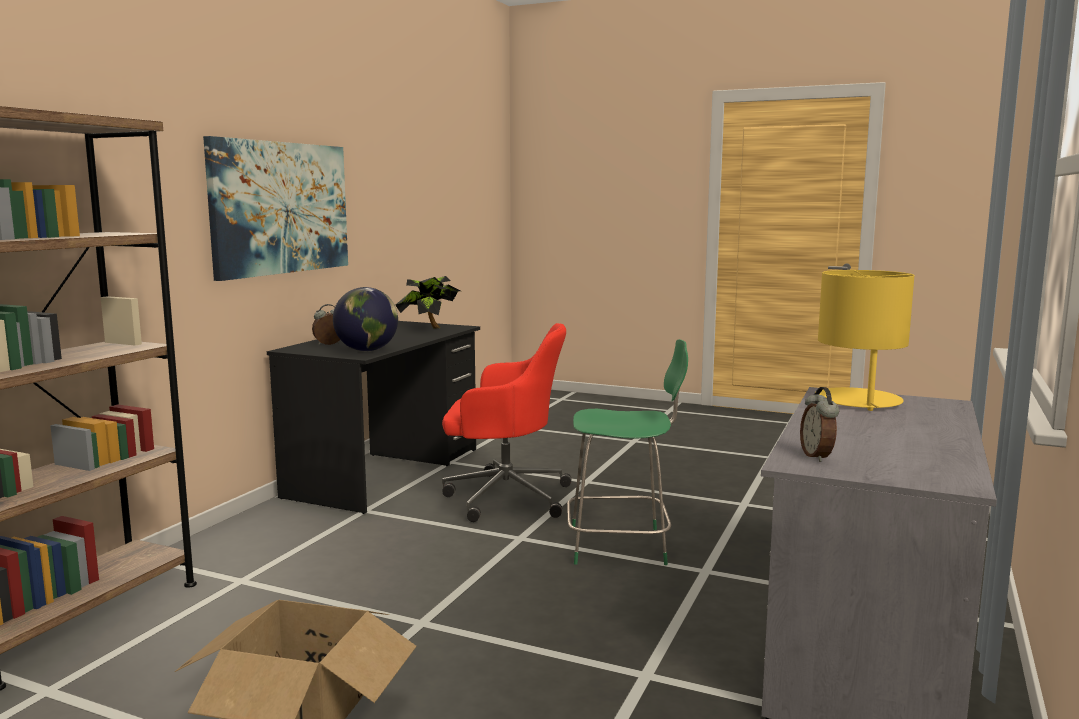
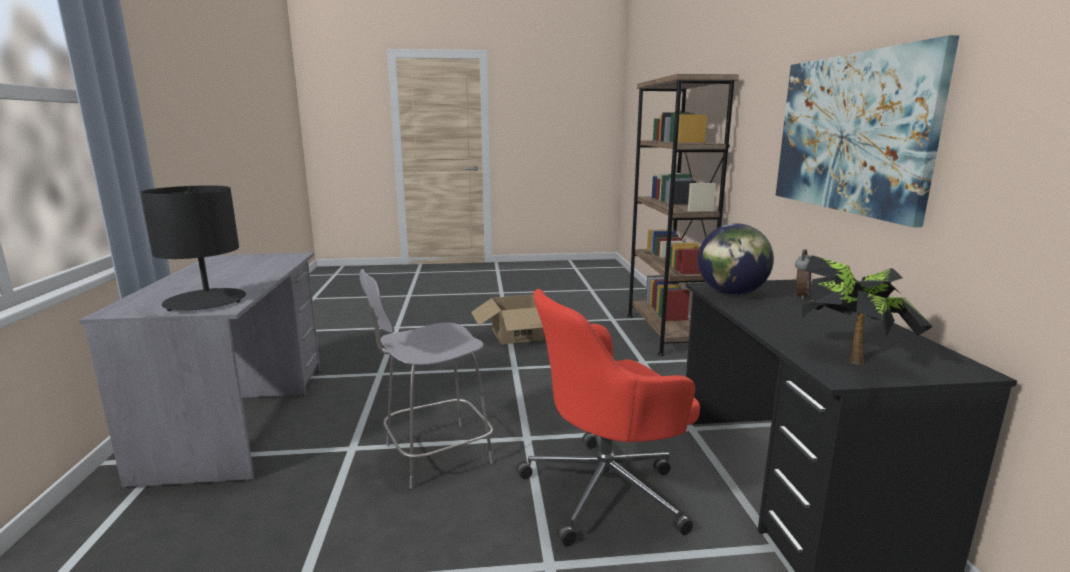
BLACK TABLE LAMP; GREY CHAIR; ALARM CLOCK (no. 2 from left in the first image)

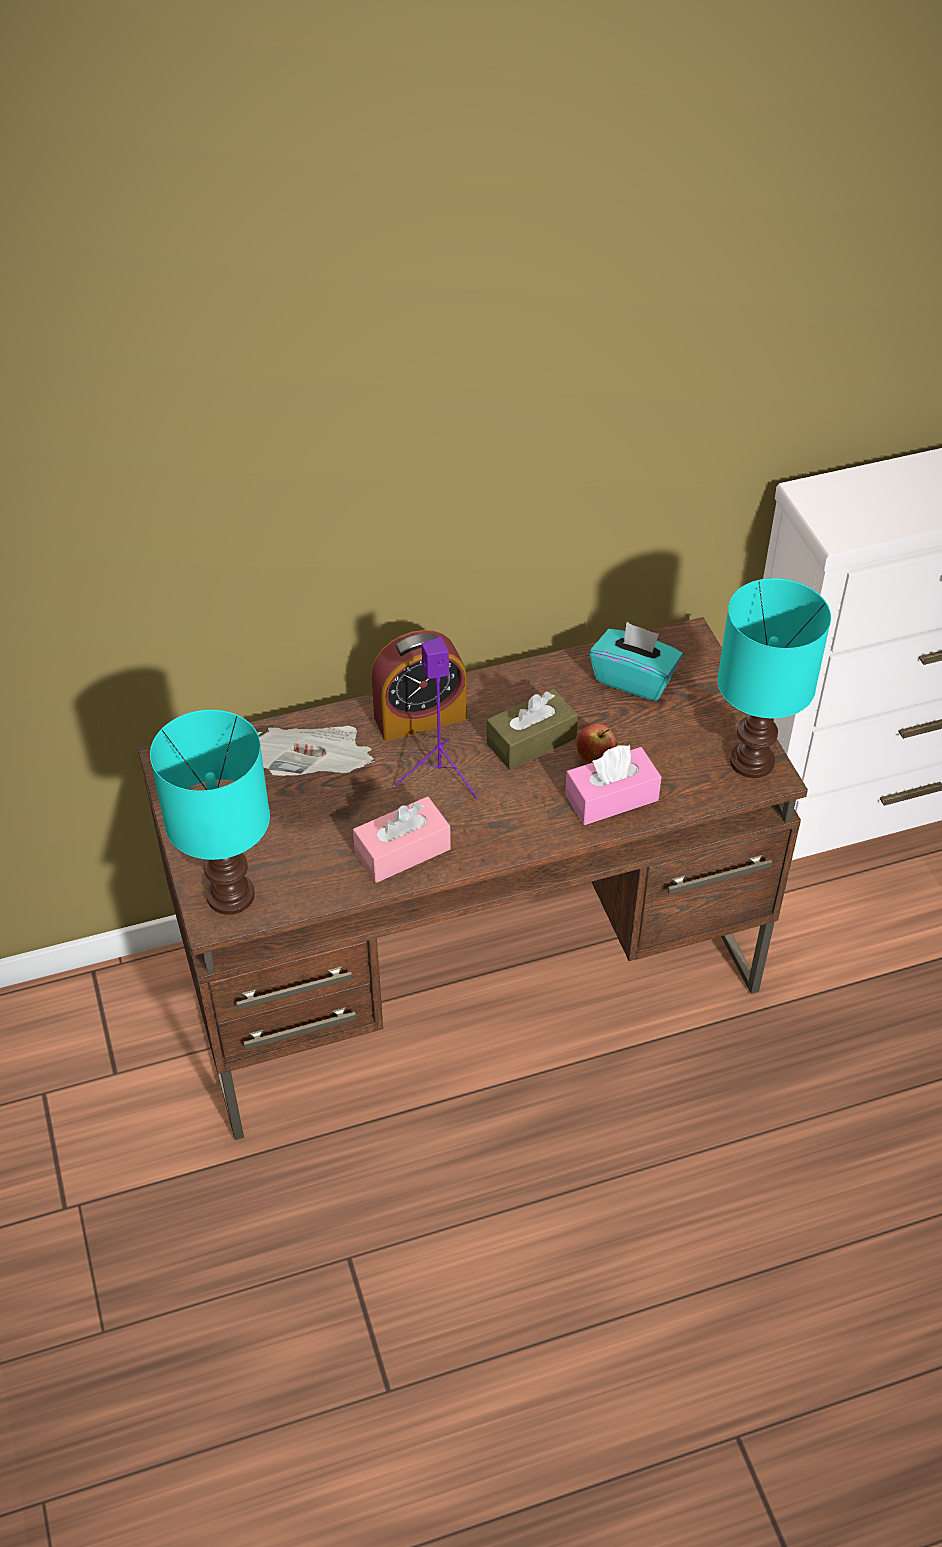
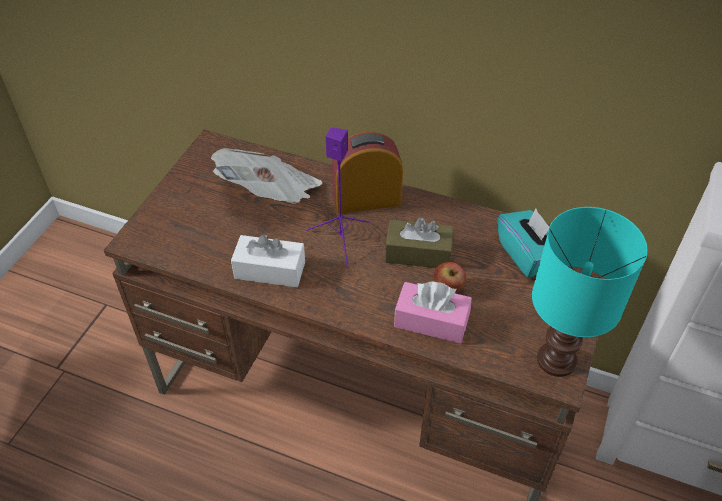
ALARM CLOCK; TURQUOISE TABLE LAMP (no. 1 from left in the first image); WHITE TISSUE BOX

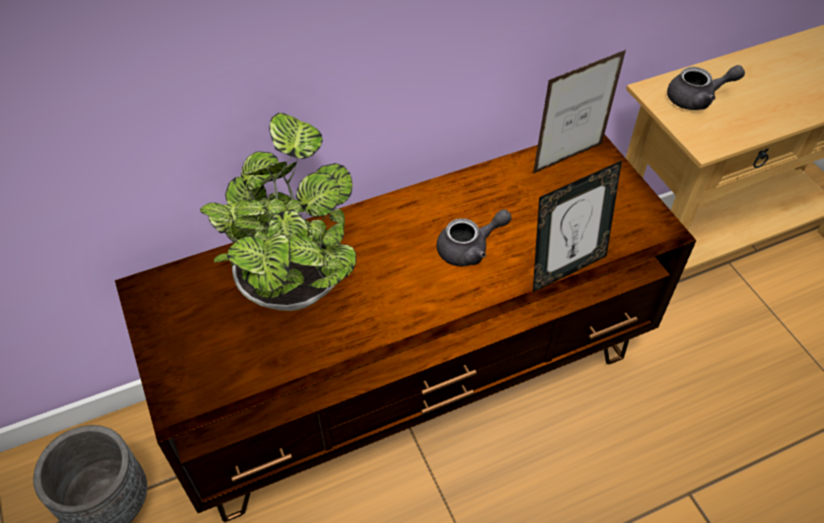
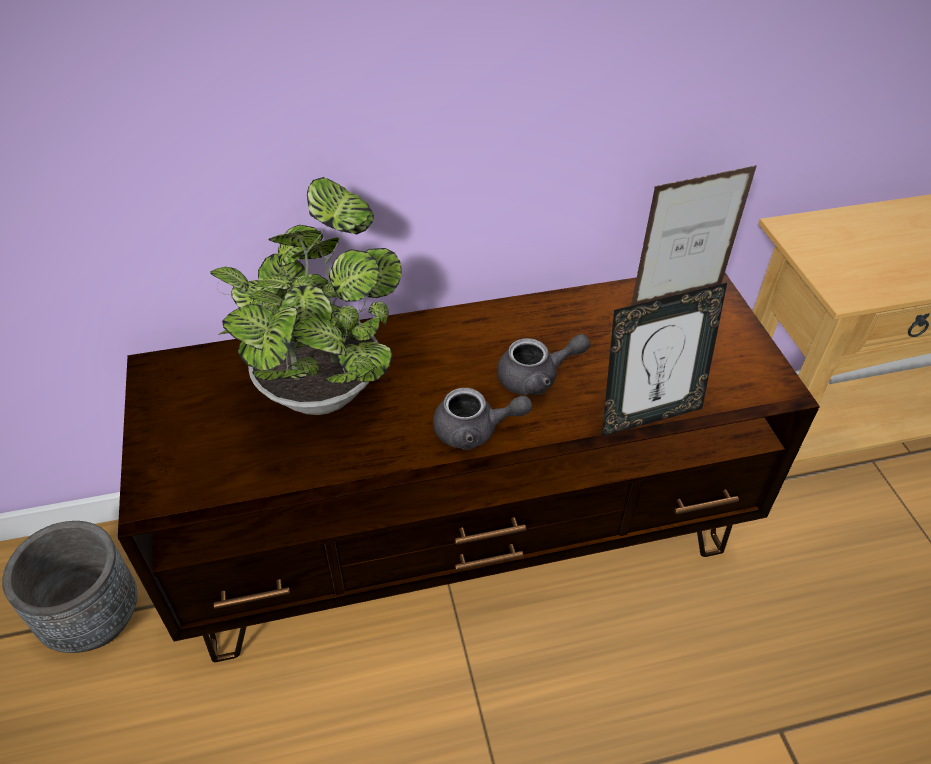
GREY TEAPOT (no. 1 from left)

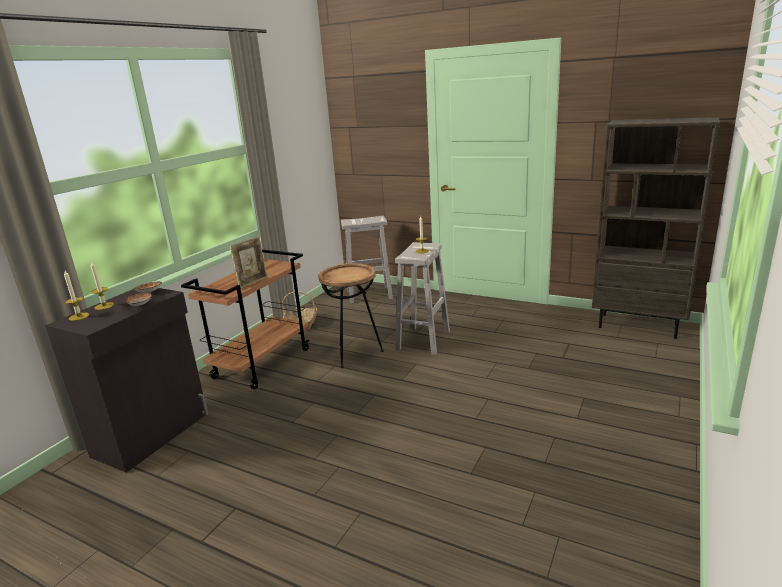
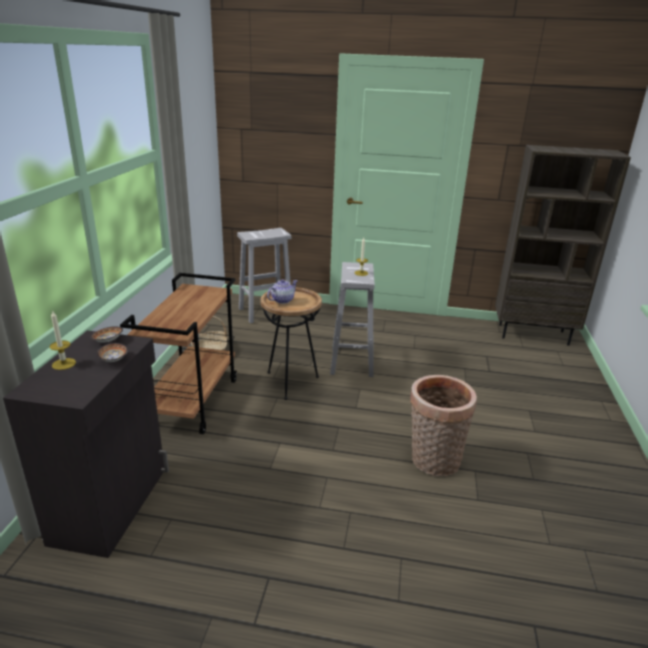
PICTURE FRAME; CANDLE (no. 1 from left in the first image); TEAPOT; BASKET (no. 2 from left)

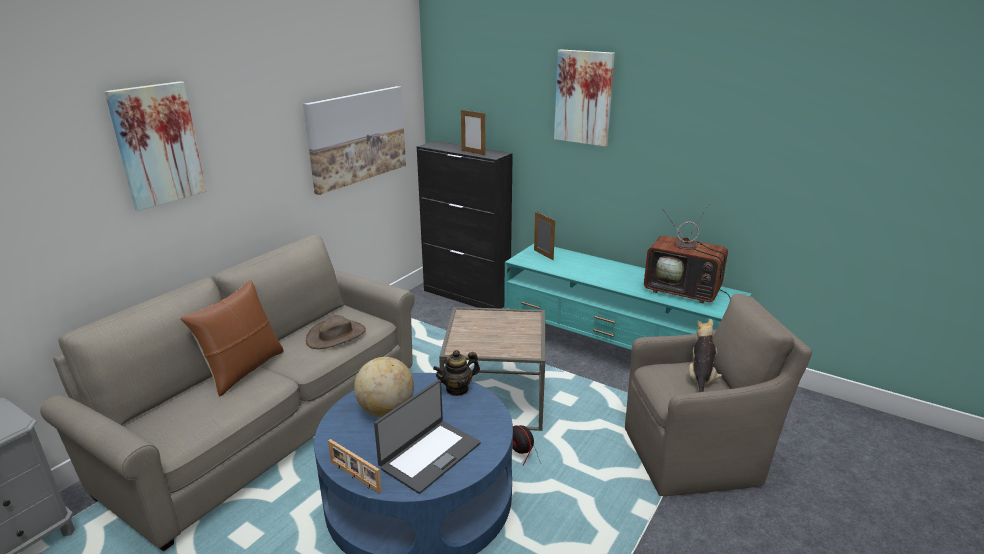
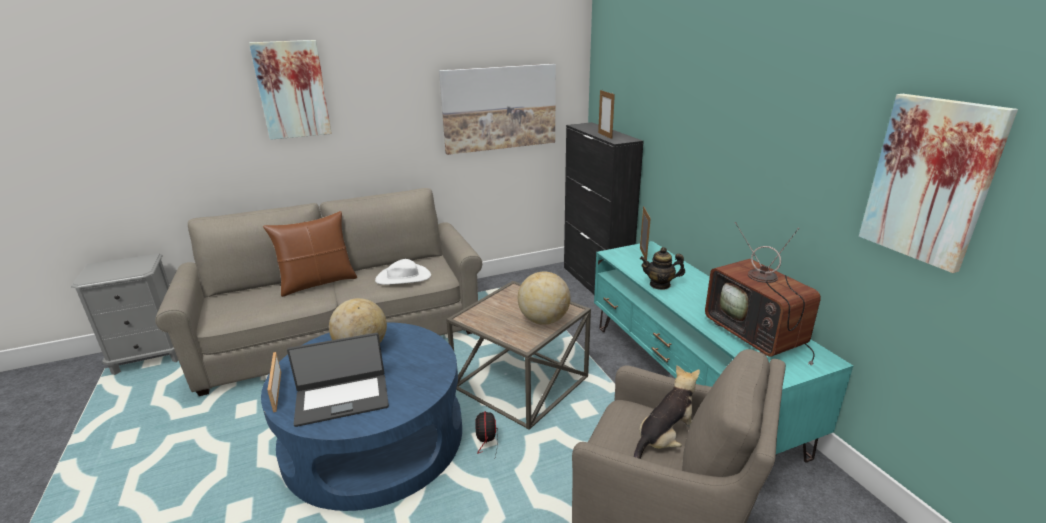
PICTURE (no. 3 from left); WHITE HAT; TEAPOT; GLOBE (no. 2 from left)

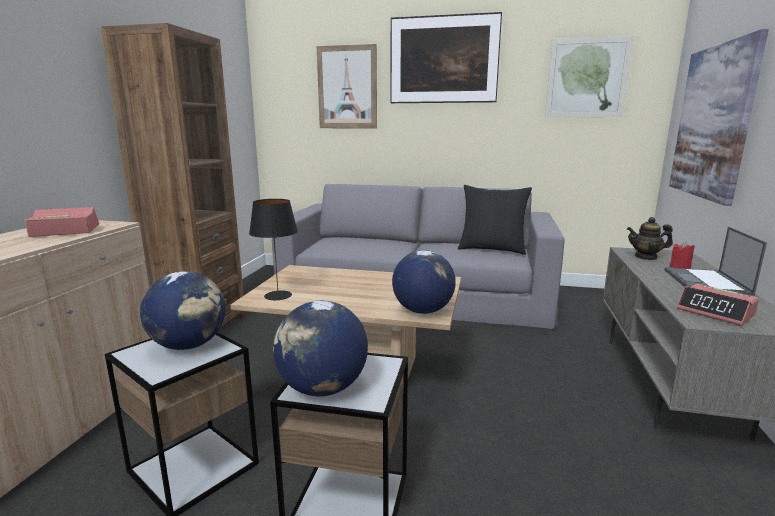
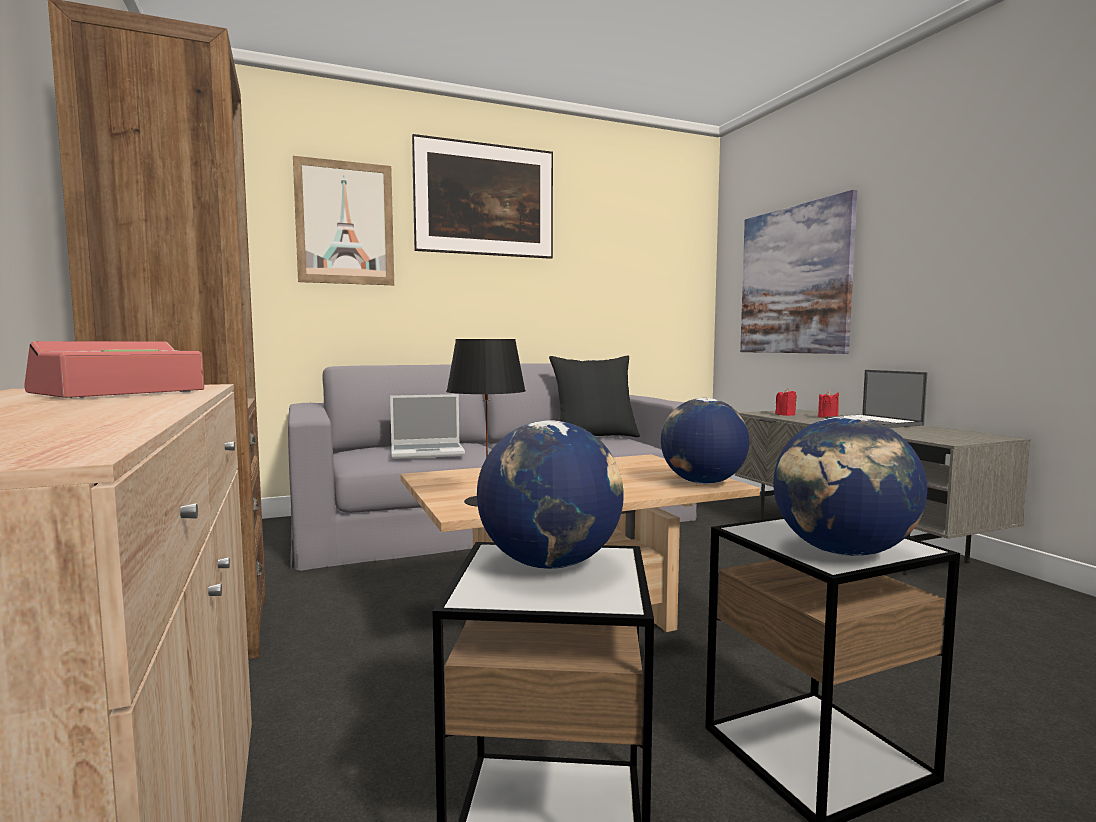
PICTURE (no. 3 from left in the first image); RED CANDLE (no. 1 from left); ALARM CLOCK (no. 2 from left in the first image); LAPTOP (no. 1 from left)

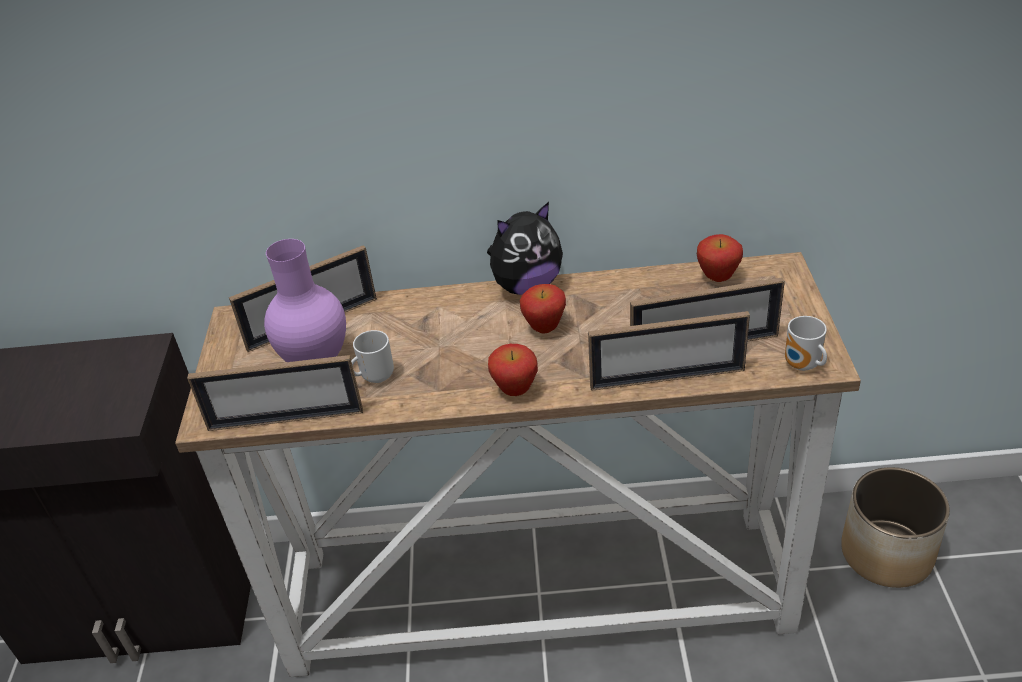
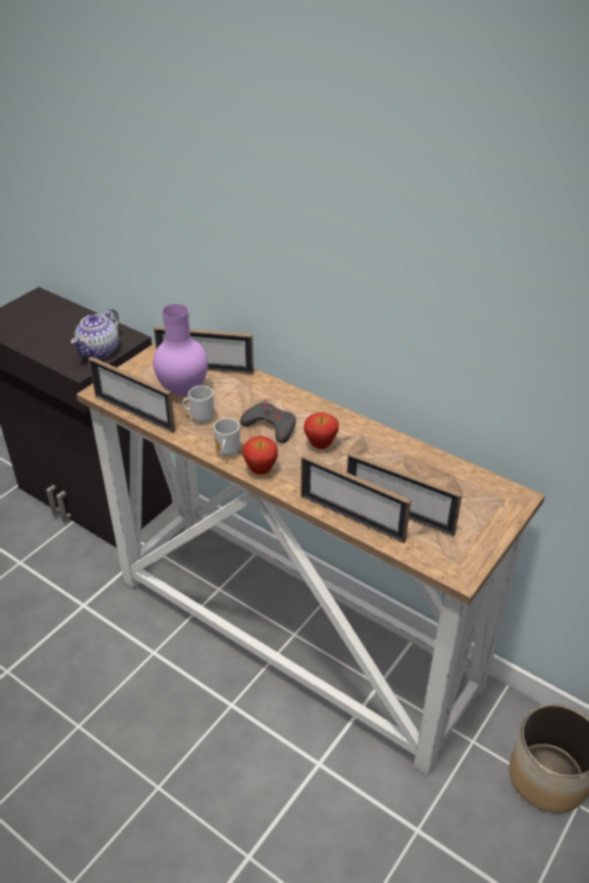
PLUSH TOY; APPLE (no. 3 from left in the first image); MUG (no. 2 from left); TEAPOT; GREY GAME CONTROLLER

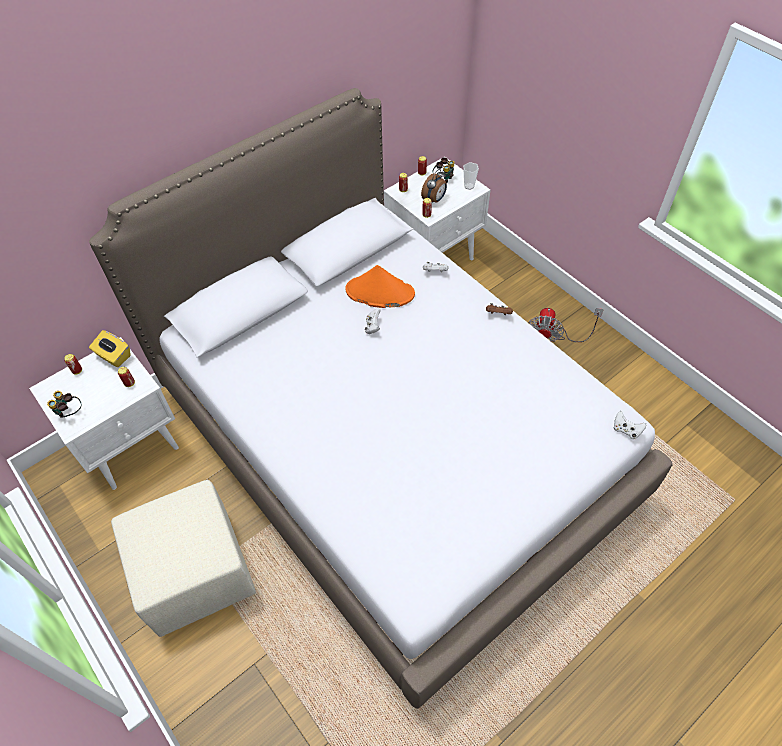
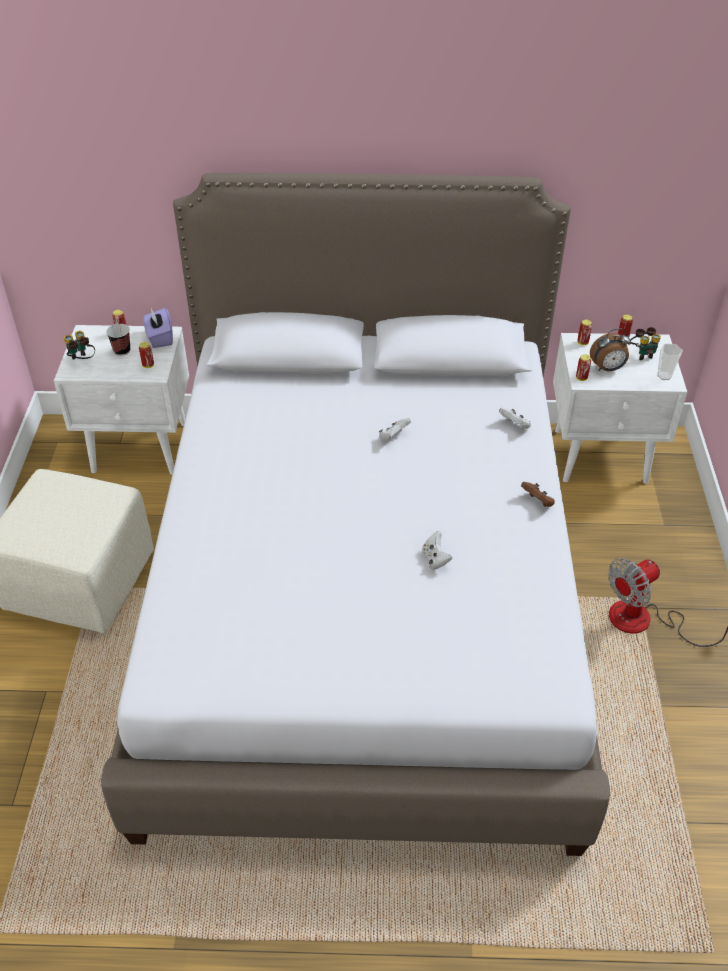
ORANGE HAT; PURPLE TISSUE BOX; WHITE GAME CONTROLLER (no. 2 from left); CUP (no. 1 from left)

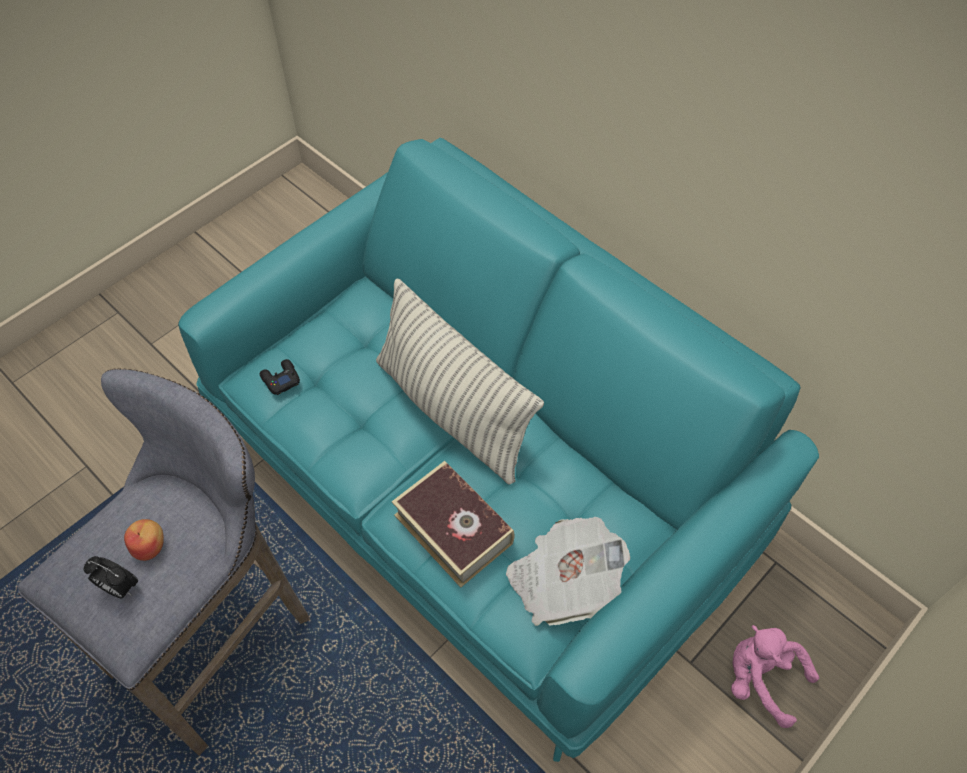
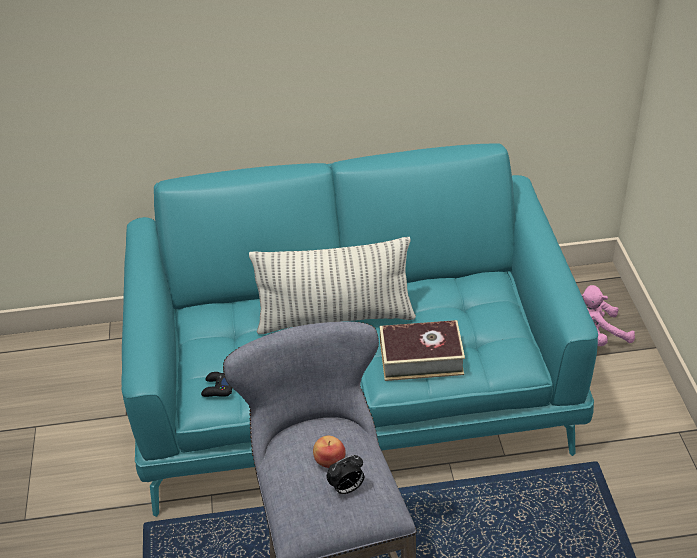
NEWSPAPER

